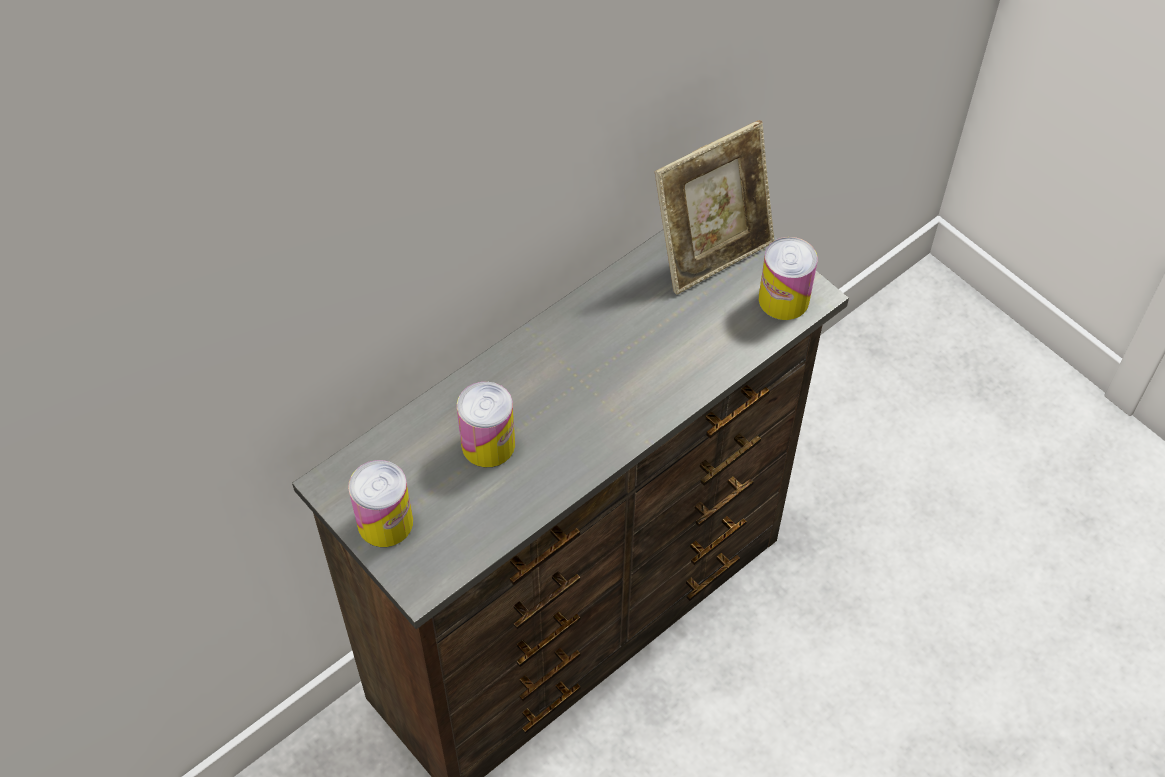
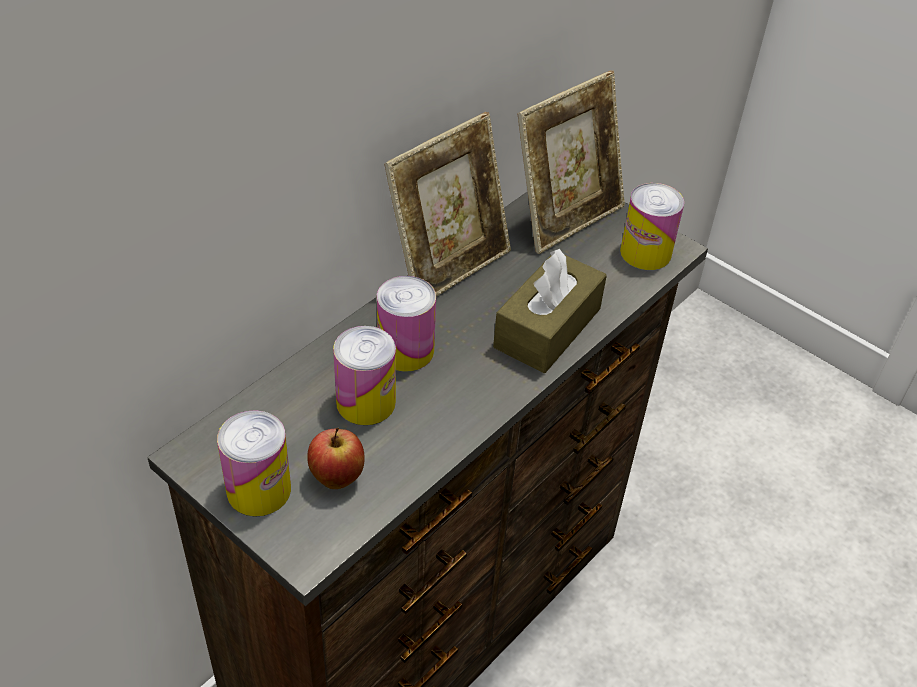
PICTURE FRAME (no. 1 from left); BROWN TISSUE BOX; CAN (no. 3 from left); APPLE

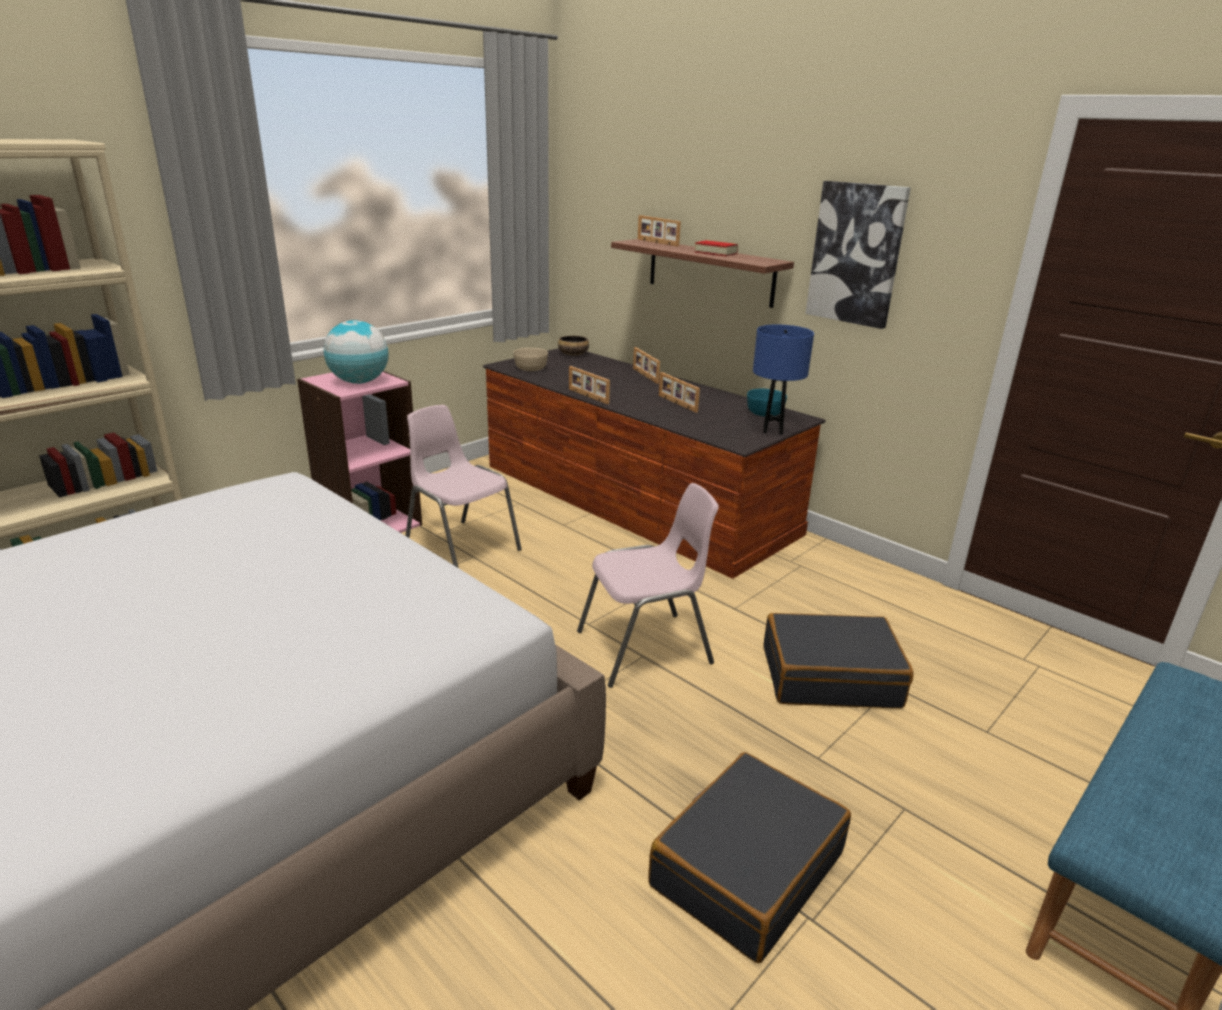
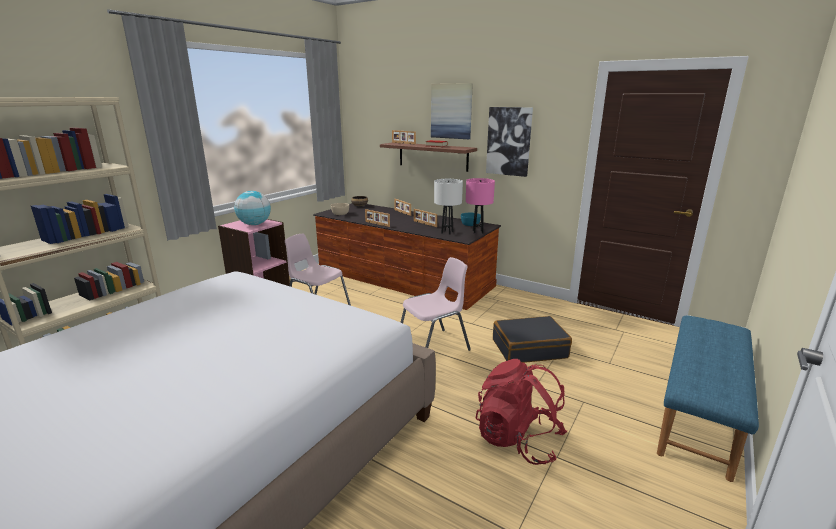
PINK TABLE LAMP; RED BACKPACK; PICTURE (no. 1 from left); WHITE TABLE LAMP

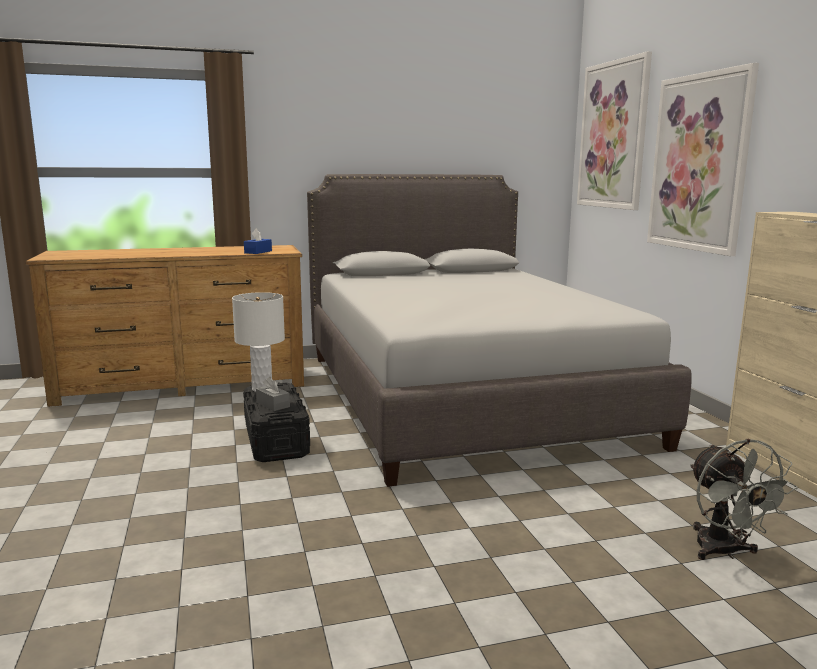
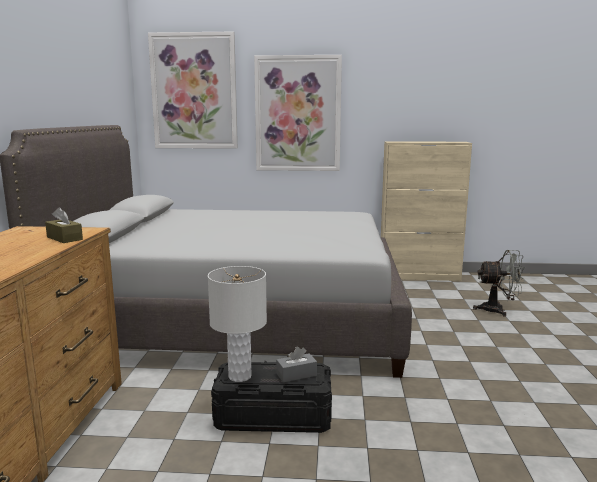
BROWN TISSUE BOX

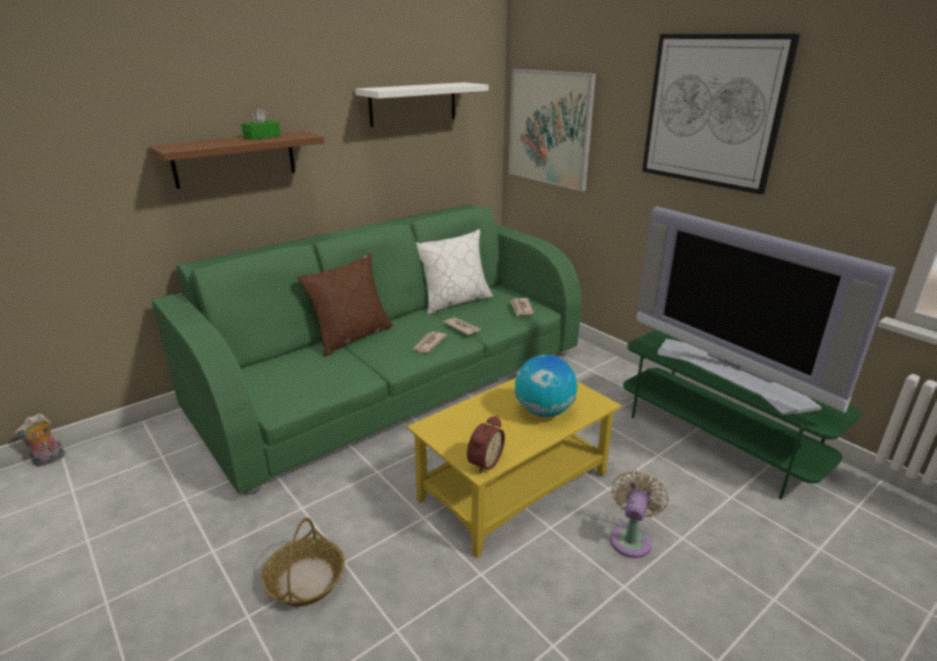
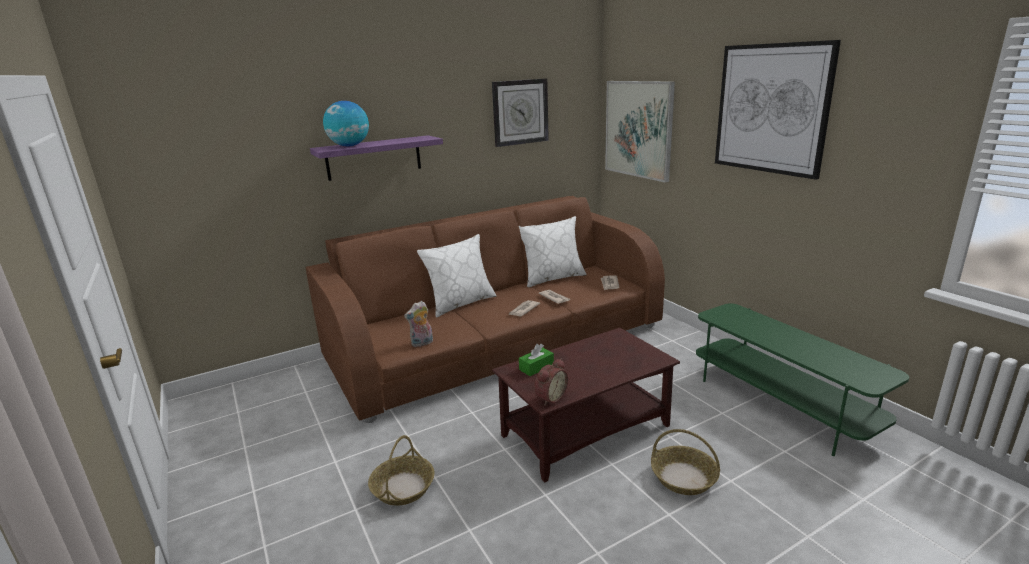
WALL CLOCK; GREEN TISSUE BOX; PURPLE SHELF; BROWN SOFA; TELEVISION; WHITE PILLOW (no. 1 from left); GLOBE; BROWN COFFEE TABLE; PLUSH TOY; BASKET (no. 2 from left)

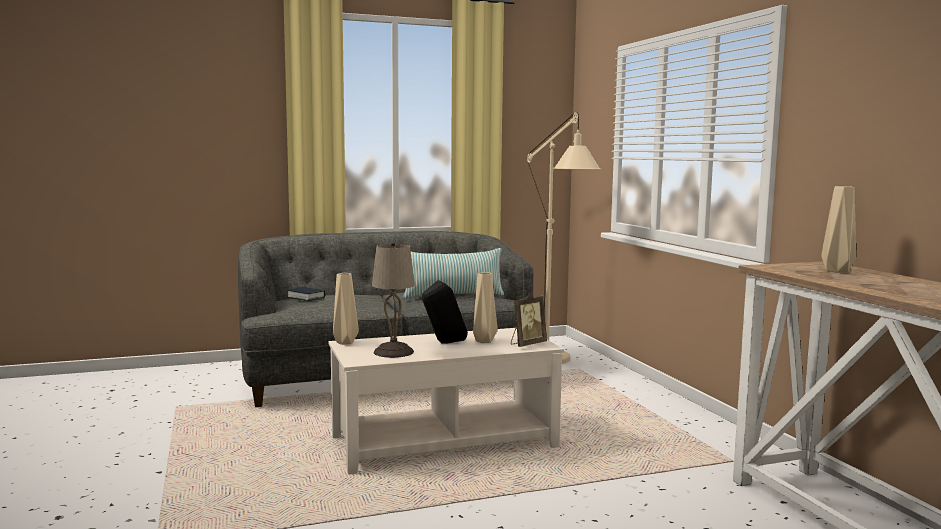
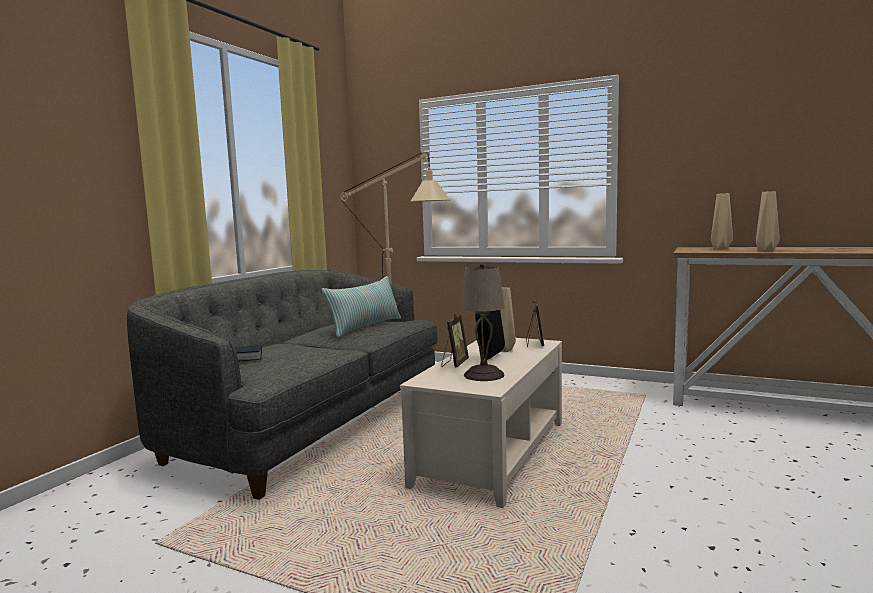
BEIGE VASE (no. 3 from left); PICTURE FRAME (no. 1 from left)

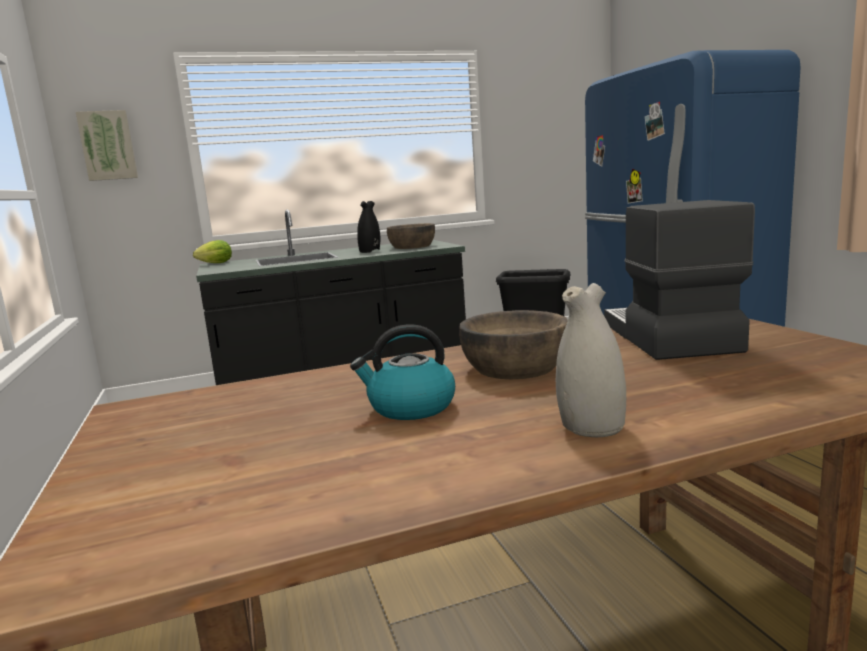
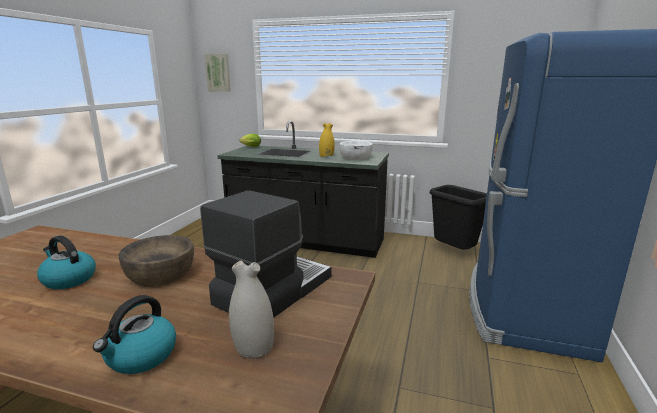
YELLOW VASE; WHITE BOWL; WHITE VASE; KETTLE (no. 2 from left)

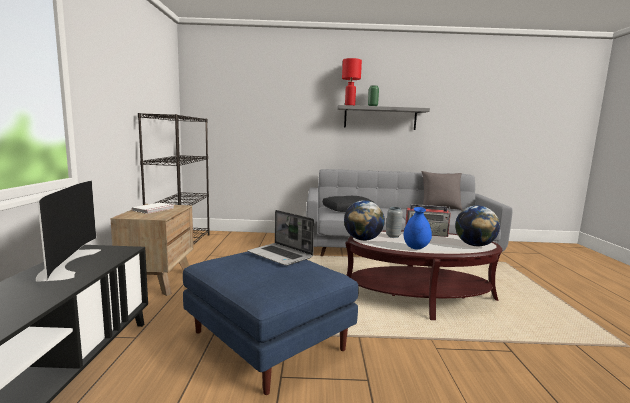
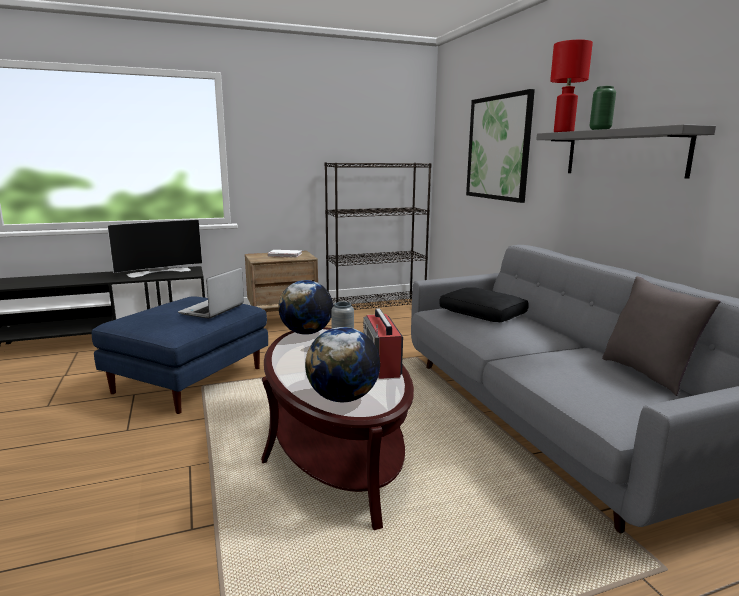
BLUE VASE; PICTURE

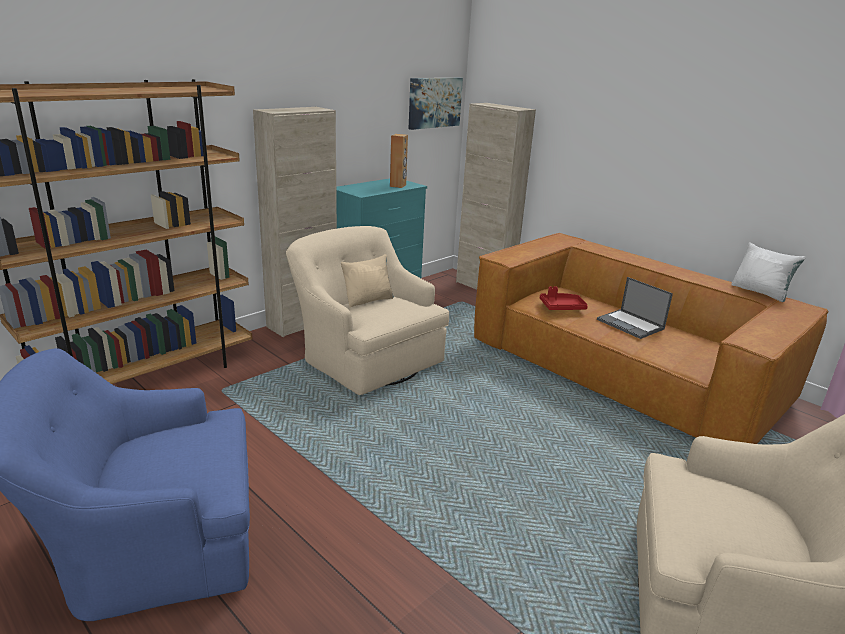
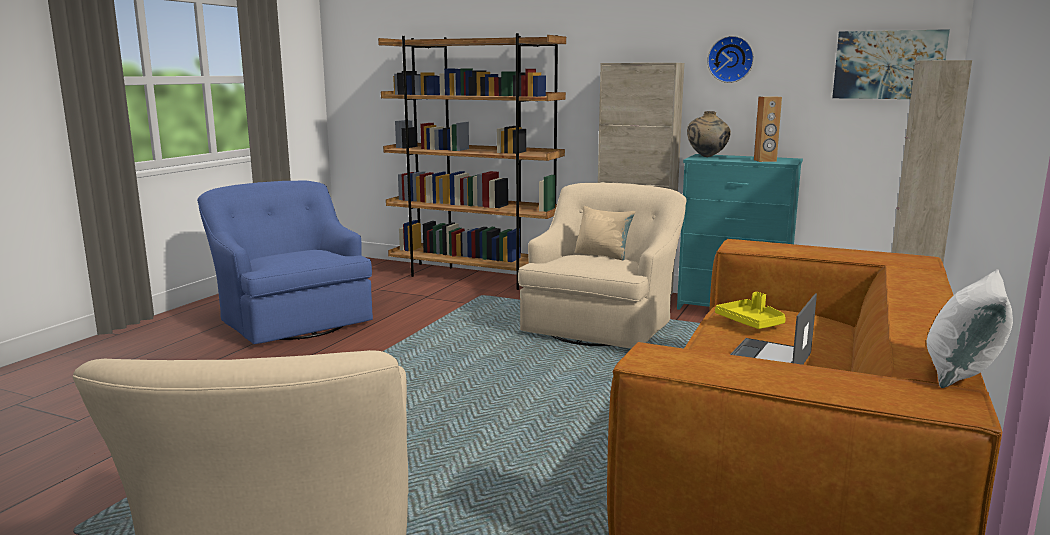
YELLOW TRAY; WALL CLOCK; BEIGE VASE

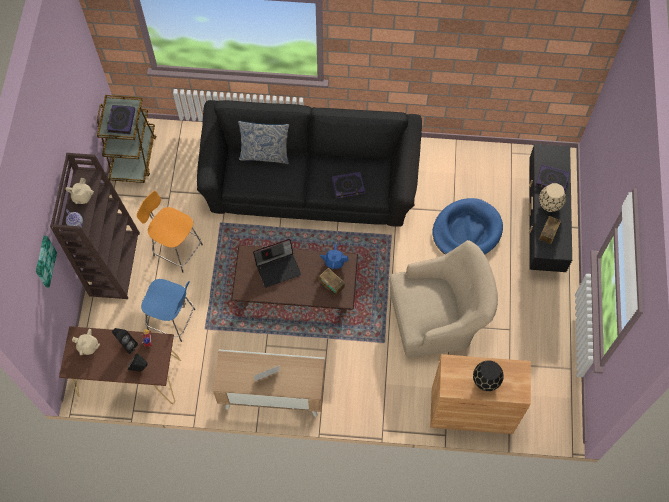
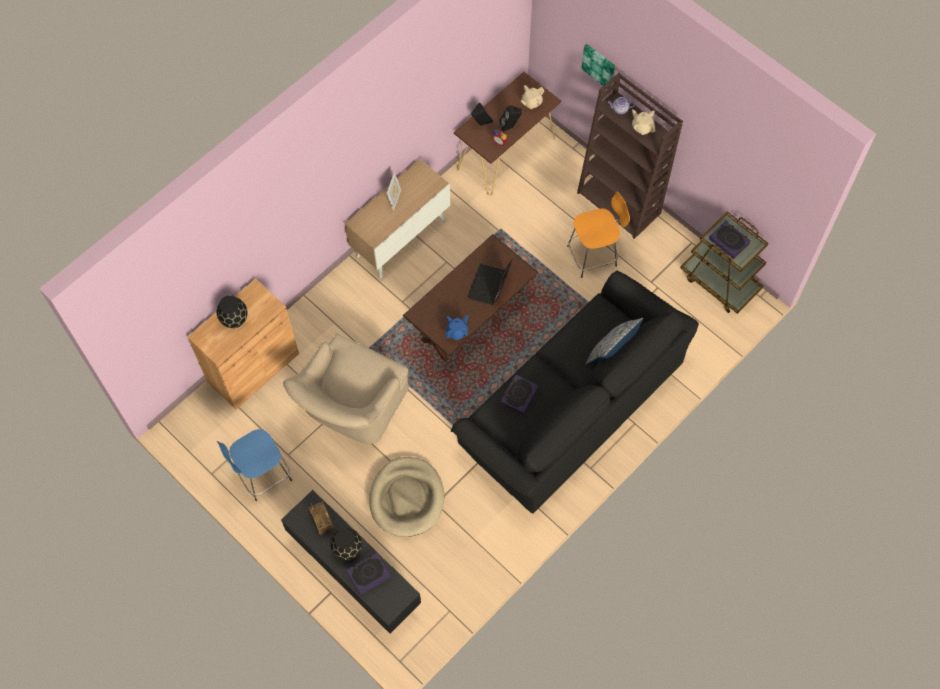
BLACK VASE (no. 2 from left); BEIGE DOG BED; RADIO (no. 1 from left in the first image); BLUE STOOL

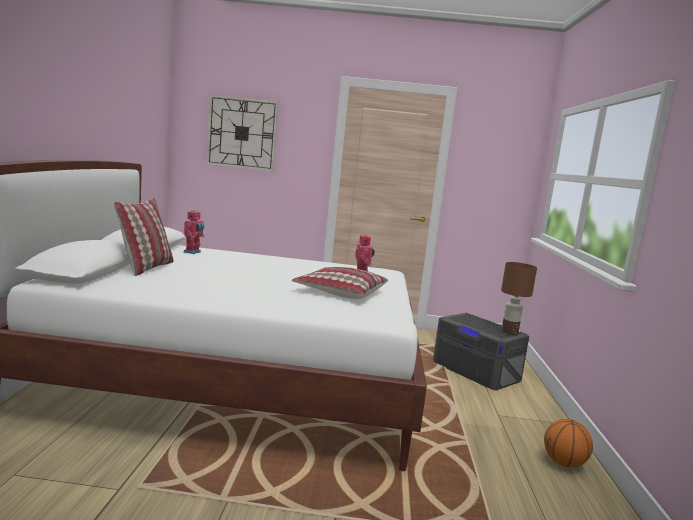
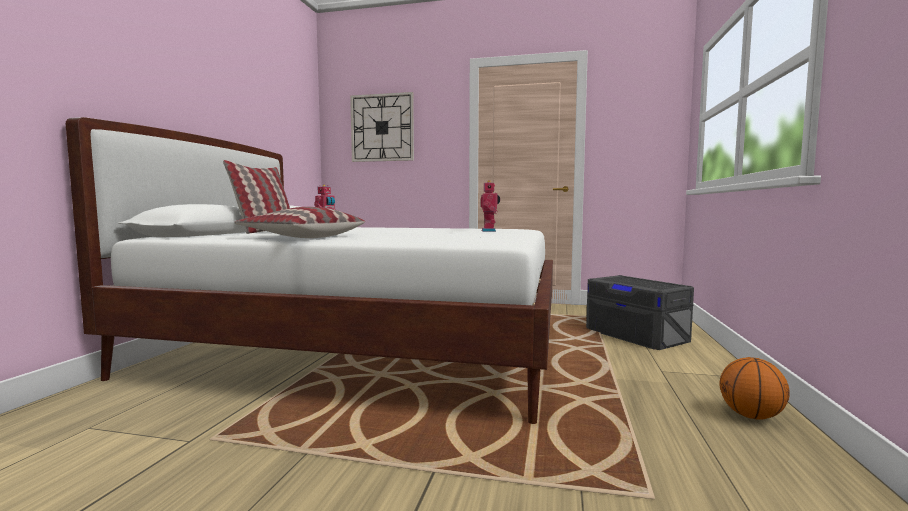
BROWN TABLE LAMP; PILLOW (no. 2 from left)

